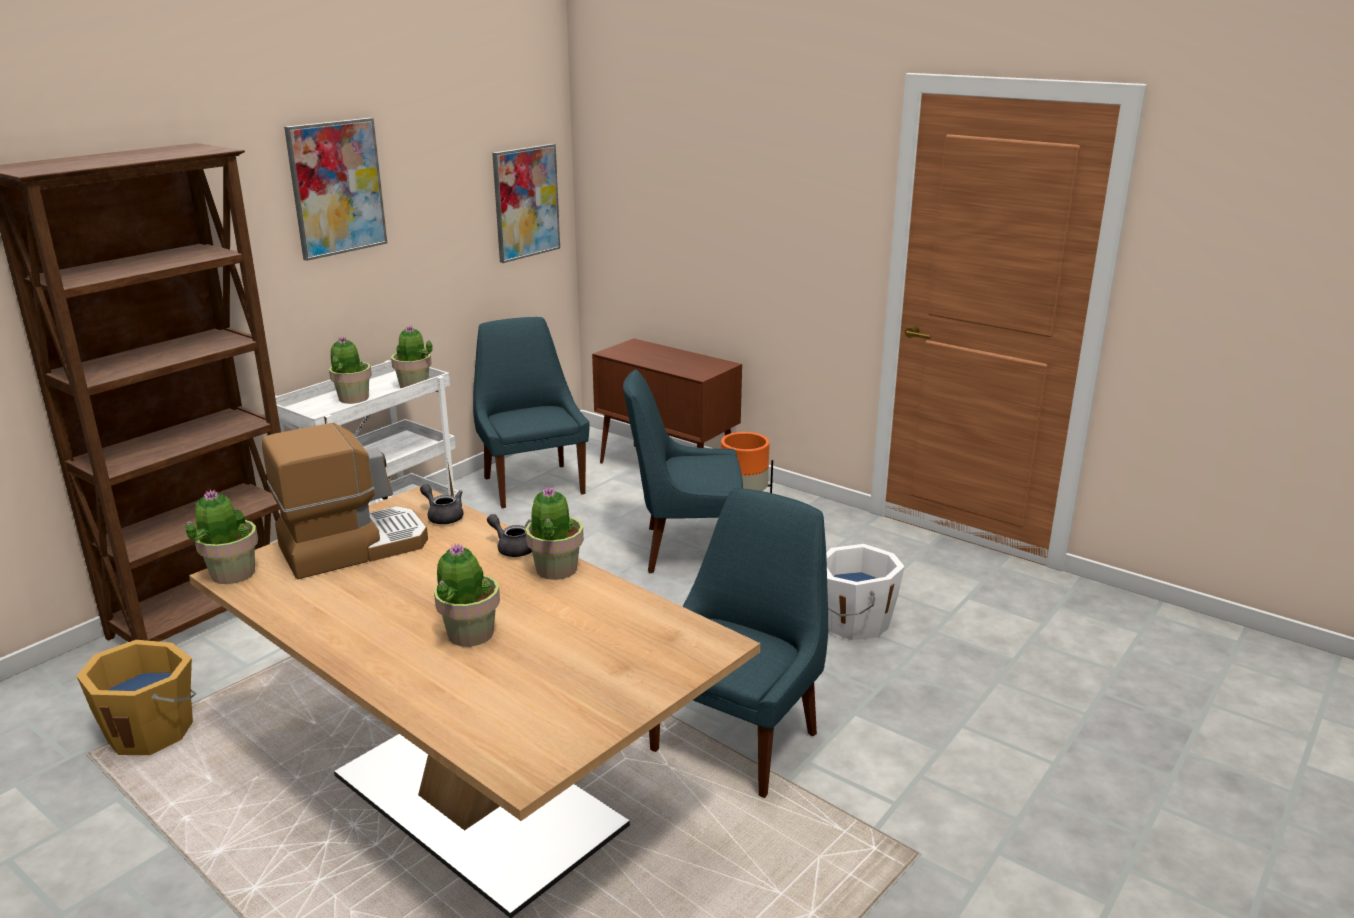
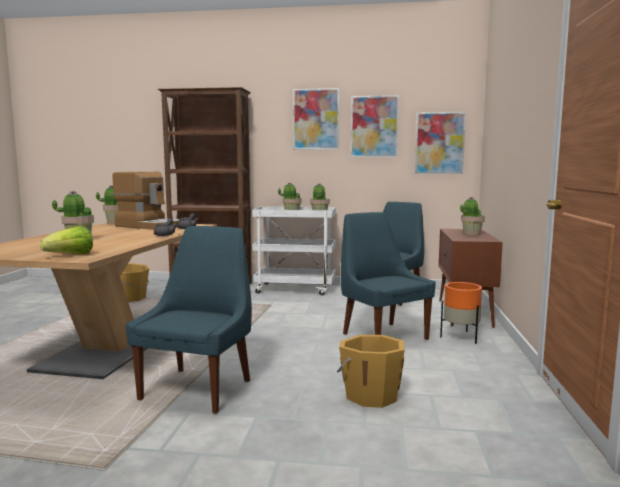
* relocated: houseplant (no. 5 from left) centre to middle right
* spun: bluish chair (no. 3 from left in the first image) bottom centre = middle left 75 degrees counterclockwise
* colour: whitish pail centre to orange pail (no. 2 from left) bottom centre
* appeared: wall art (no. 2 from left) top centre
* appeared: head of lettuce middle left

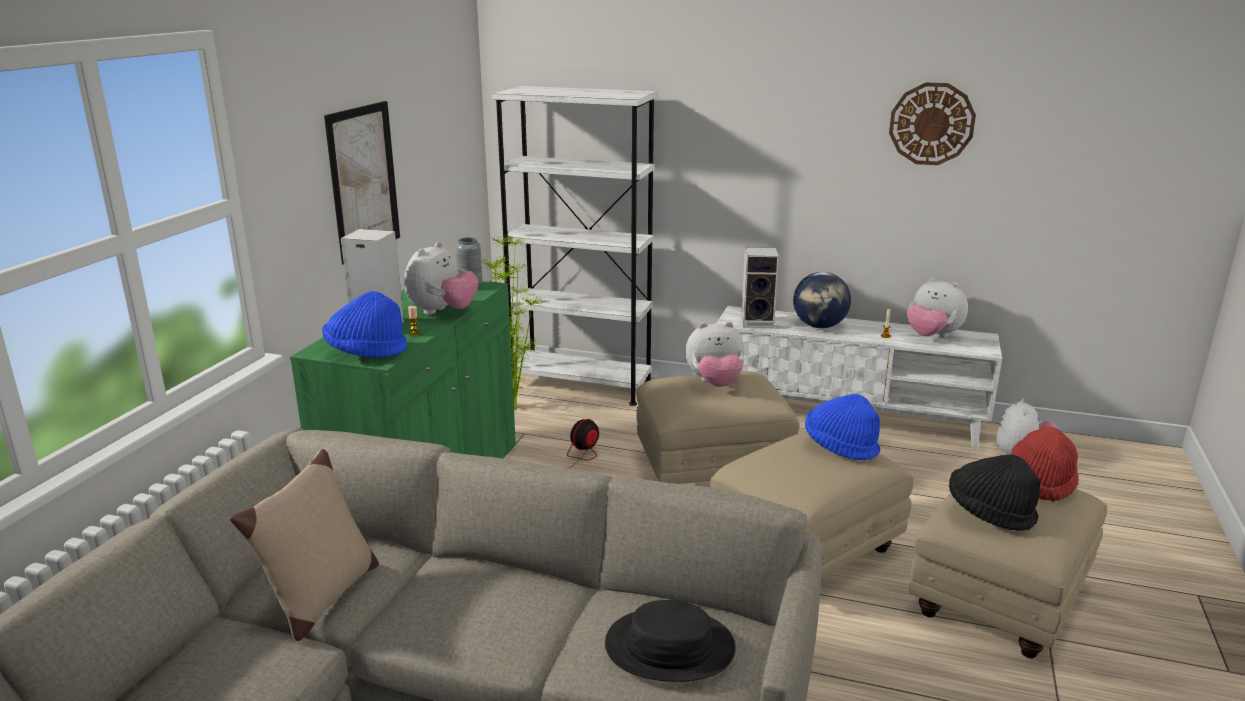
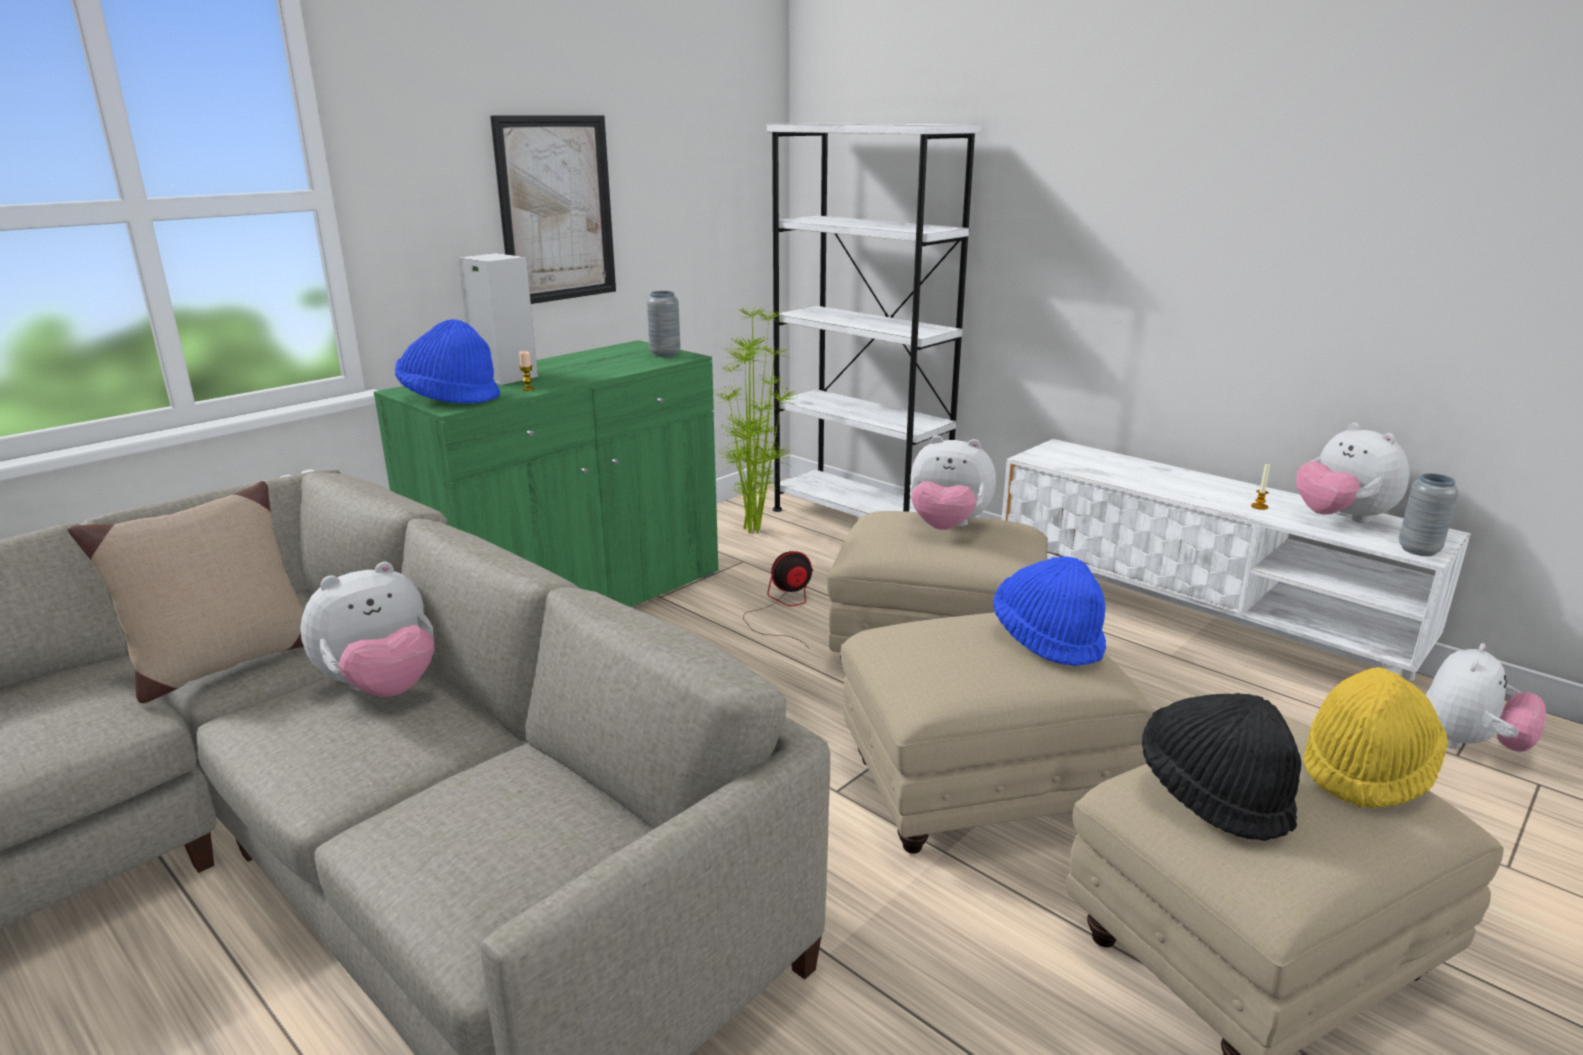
* missing: wall clock top right
* relocated: soft toy (no. 1 from left) centre to middle left
* missing: speaker (no. 2 from left) centre
* missing: world globe centre
* colour: red clothing hat middle right to yellow clothing hat bottom right
* missing: black clothing hat (no. 1 from left) bottom centre
* appeared: gray flower vase (no. 2 from left) middle right

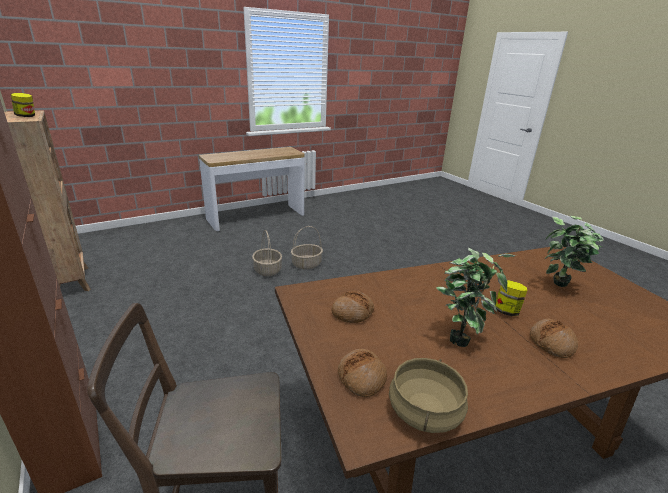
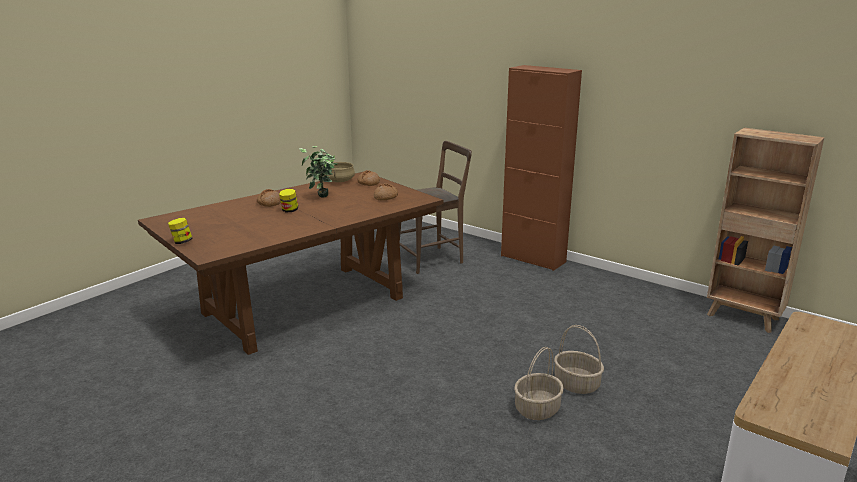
* relocated: preserve jar (no. 1 from left) top left to middle left
* missing: houseplant (no. 2 from left) middle right

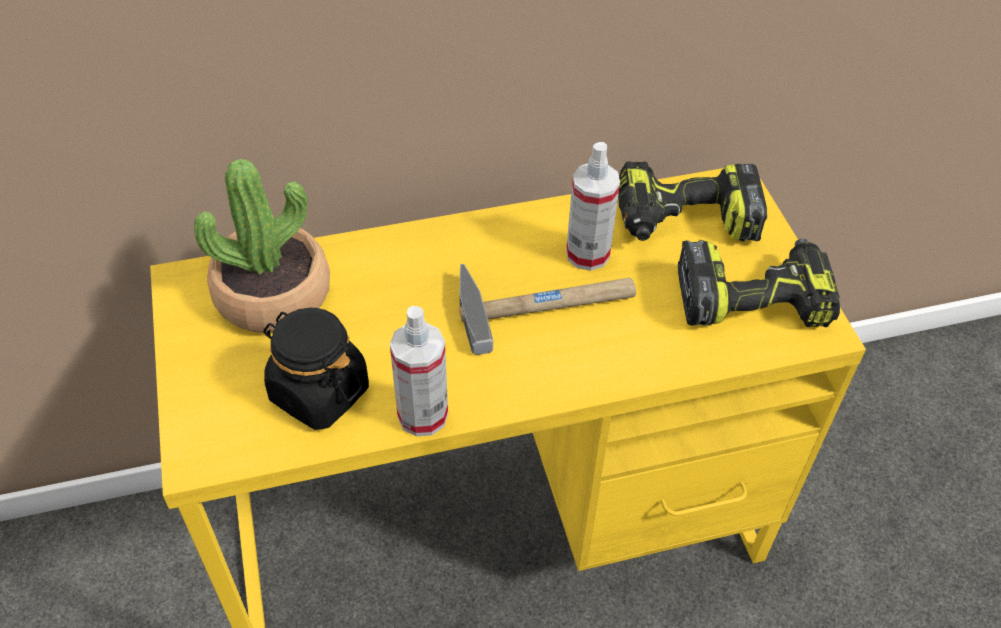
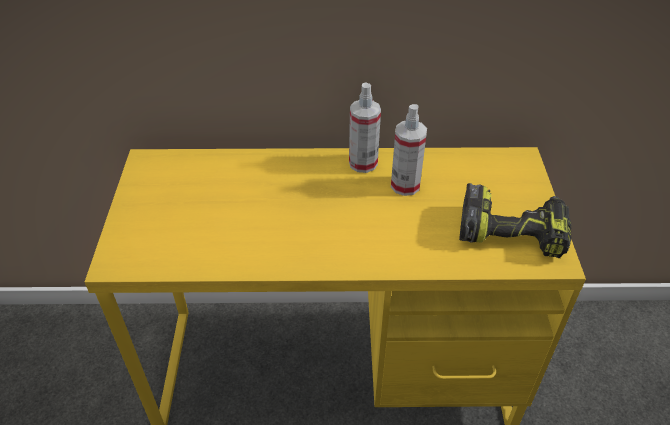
* missing: houseplant middle left
* missing: drill (no. 1 from left) top right
* missing: hammer centre
* relocated: hand sprayer (no. 1 from left) centre to top centre
* missing: black preserve jar middle left

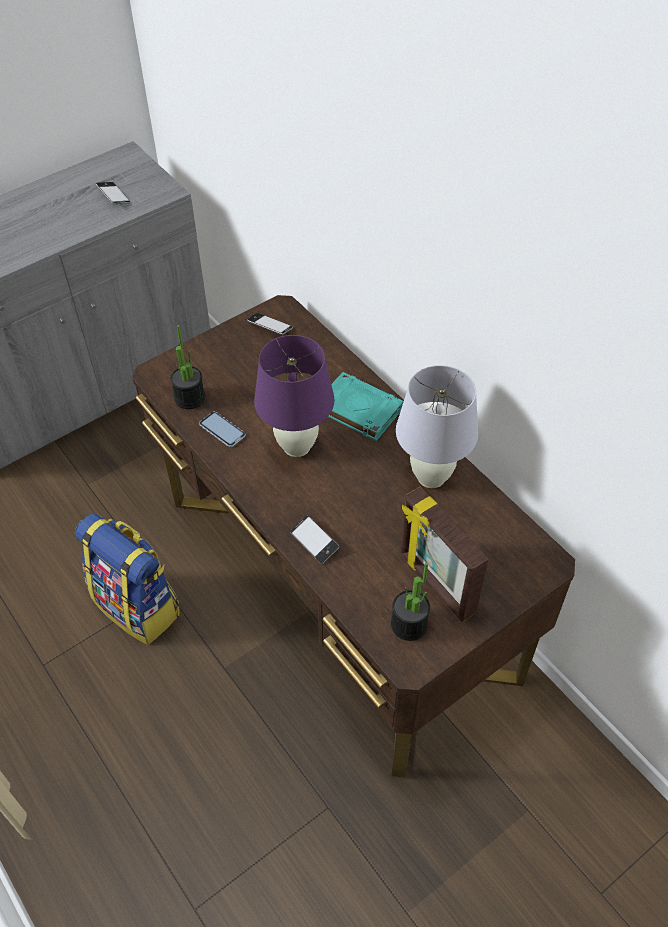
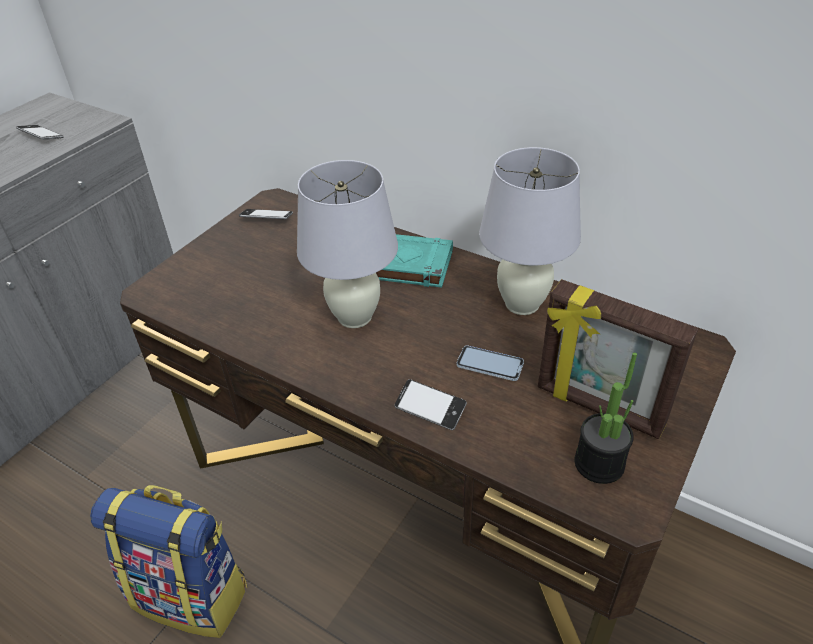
* missing: houseplant (no. 1 from left) middle left
* colour: purple-coloured tabletop lamp centre to whitish tabletop lamp (no. 1 from left) centre
* relocated: handset (no. 2 from left in the first image) middle left to handset (no. 4 from left) centre

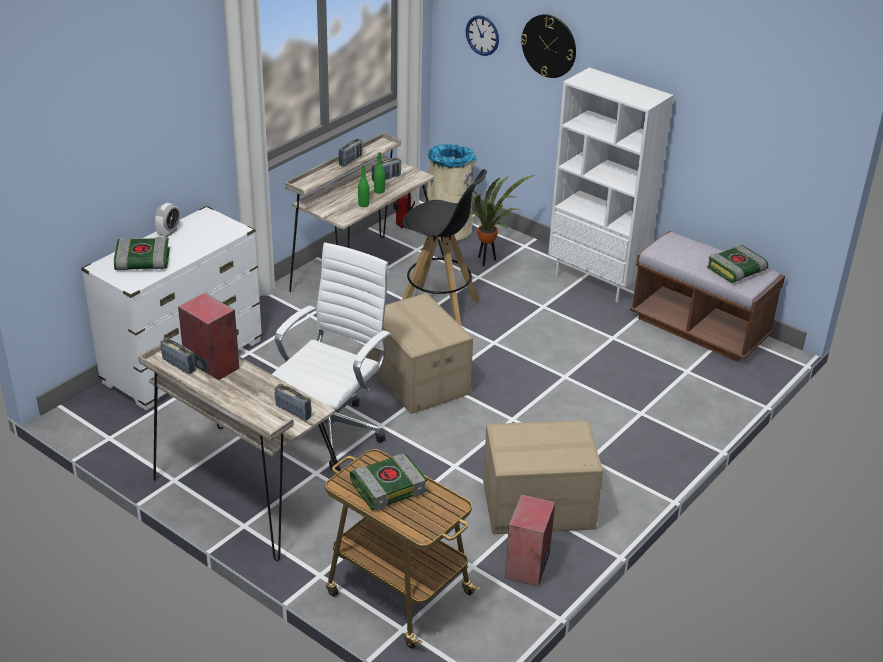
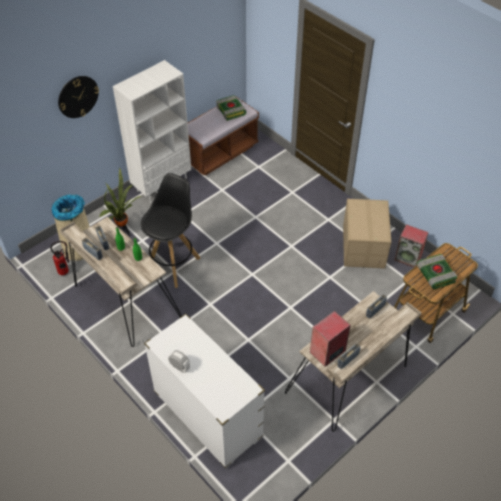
* missing: wall clock (no. 1 from left) top centre
* missing: volume (no. 1 from left) middle left
* missing: whitish office chair centre
* missing: cardboard box (no. 1 from left) centre

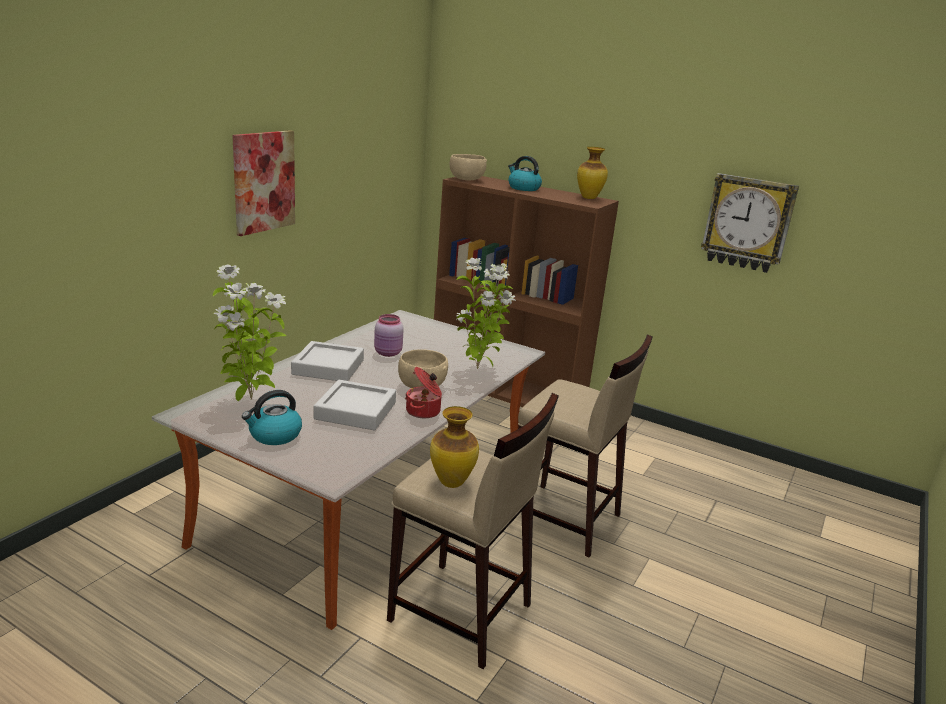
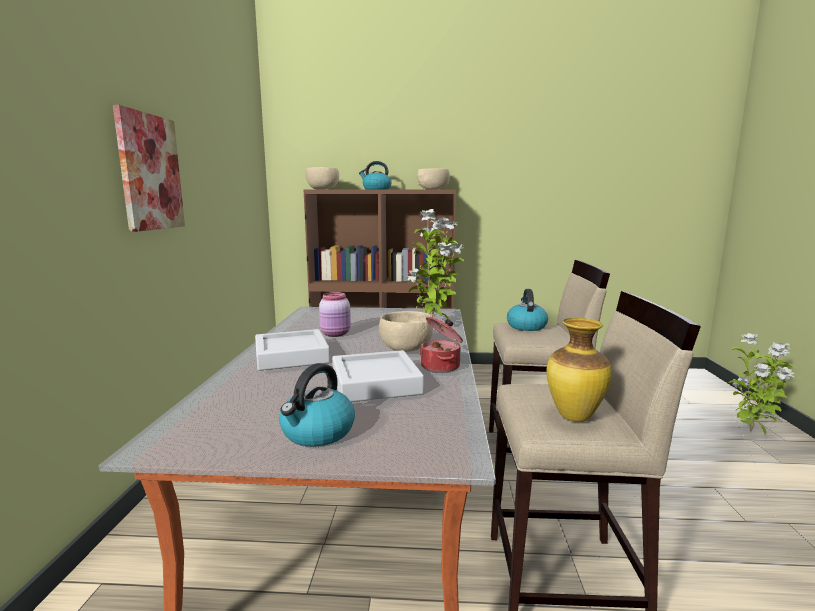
* exchanged: flower vase (no. 2 from left) top centre to sand-coloured serving bowl (no. 3 from left) top centre
* missing: wall clock top right
* relocated: houseplant (no. 1 from left in the first image) middle left to houseplant (no. 2 from left) middle right
* appeared: kettle (no. 3 from left) centre

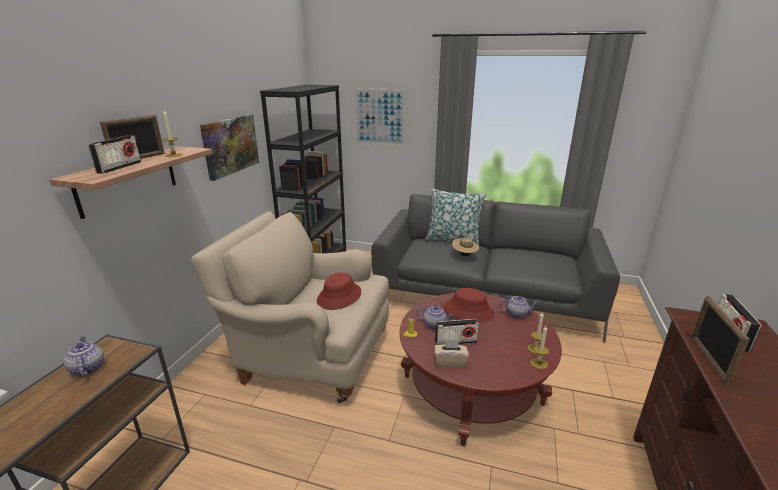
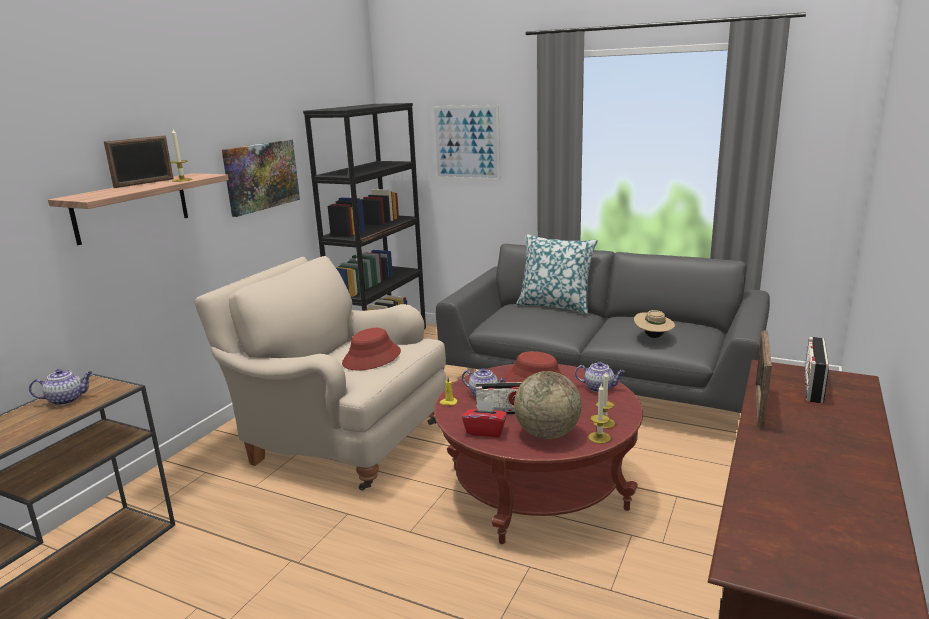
* missing: radio receiver (no. 1 from left) top left
* relocated: sand-coloured clothing hat centre to middle right
* spun: pot for tea (no. 1 from left) bottom left = middle left 90 degrees clockwise
* colour: sand-coloured box of tissues bottom centre to red box of tissues bottom centre
* appeared: world globe centre

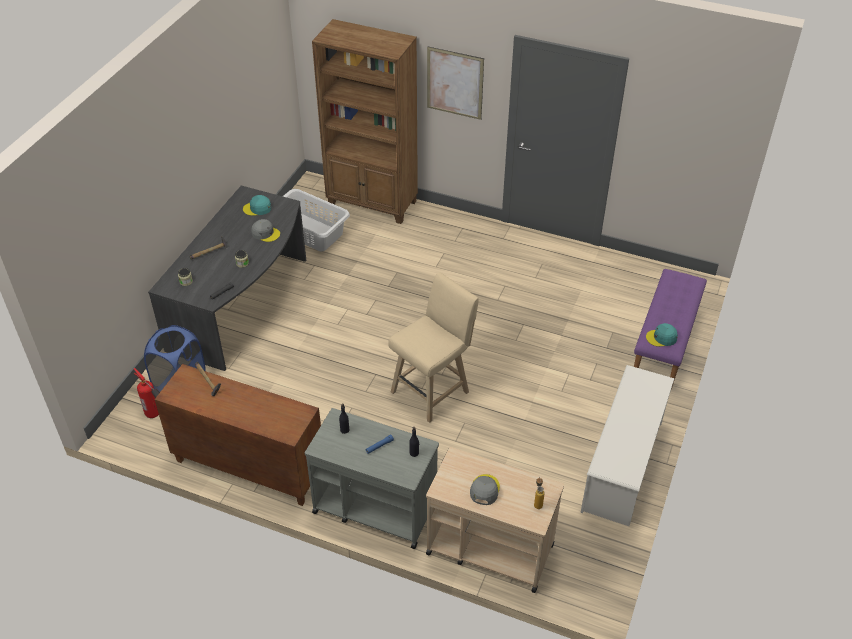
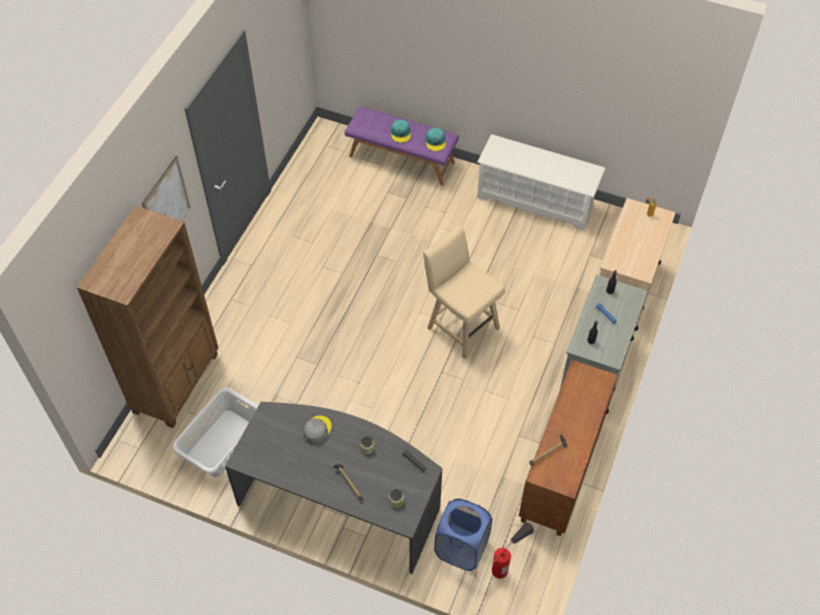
* relocated: turquoise-coloured peaked cap (no. 1 from left) top left to top centre
* missing: gray peaked cap (no. 2 from left) bottom centre

